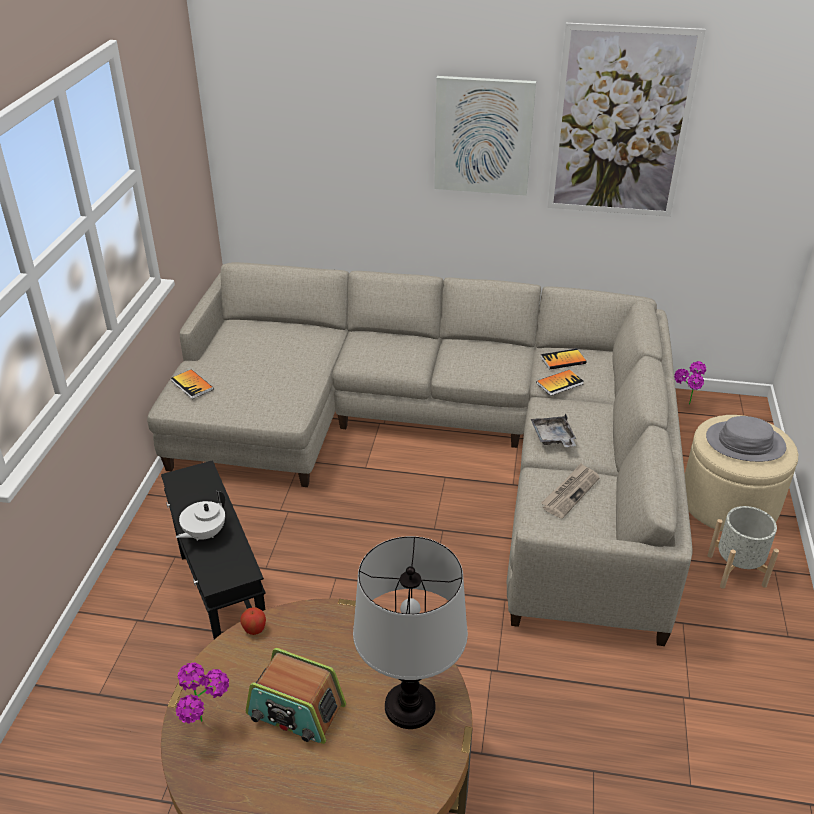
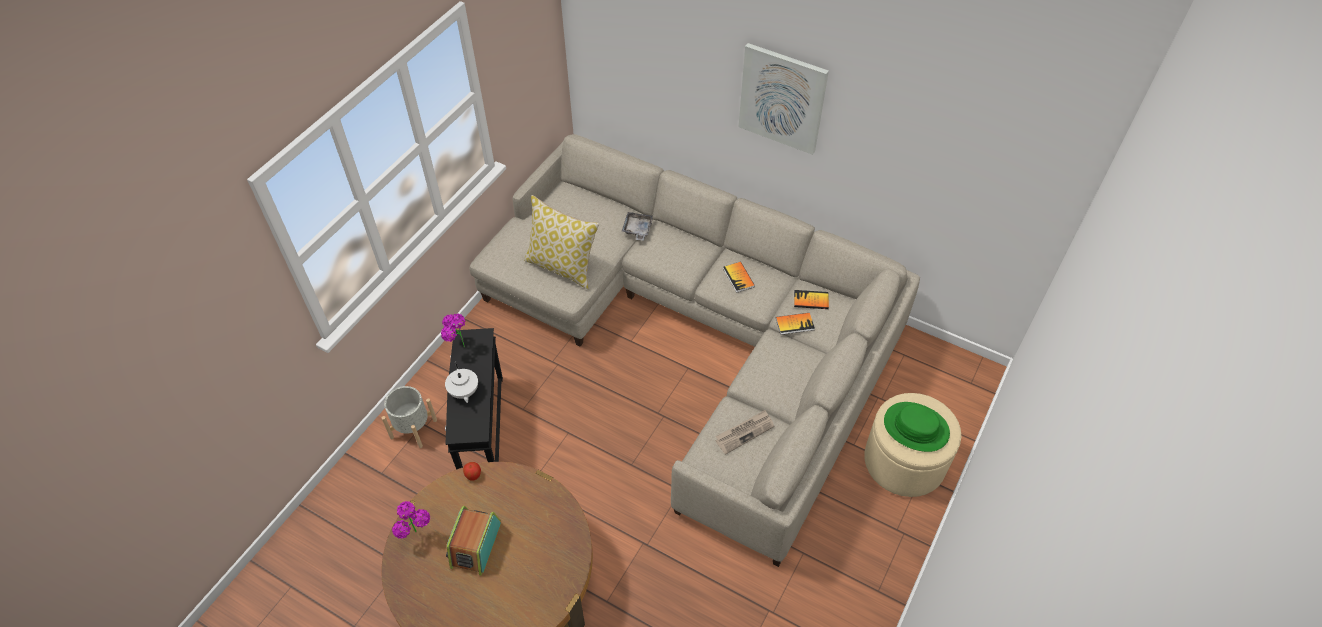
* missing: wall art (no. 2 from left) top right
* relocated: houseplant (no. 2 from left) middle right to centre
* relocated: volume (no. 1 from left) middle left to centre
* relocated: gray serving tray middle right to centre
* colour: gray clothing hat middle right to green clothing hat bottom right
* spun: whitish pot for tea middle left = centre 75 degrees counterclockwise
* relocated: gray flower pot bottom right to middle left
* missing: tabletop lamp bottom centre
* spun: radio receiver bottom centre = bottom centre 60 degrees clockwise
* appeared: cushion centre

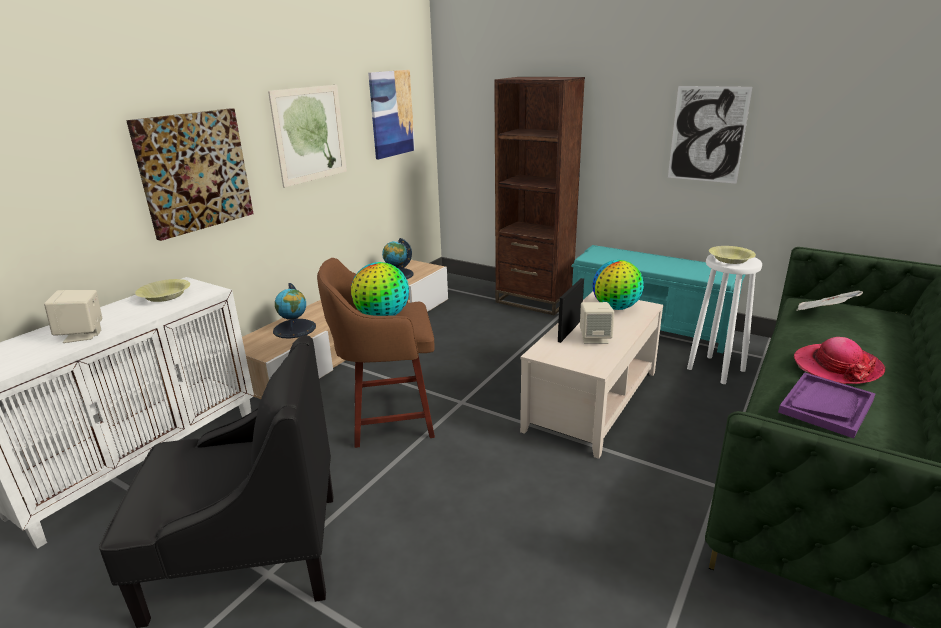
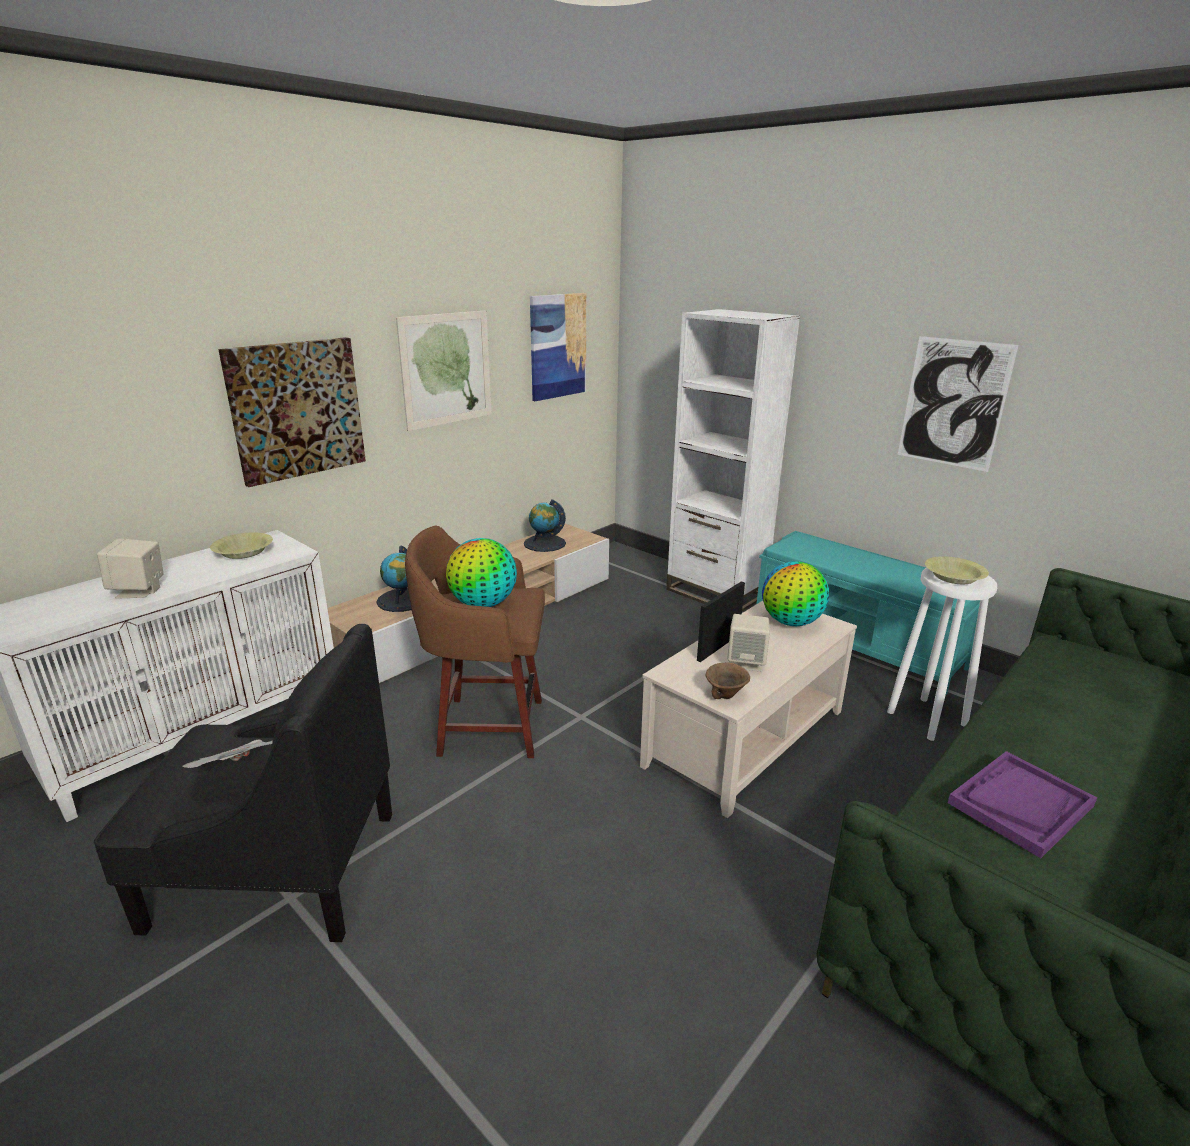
* colour: brown shelving unit top centre to whitish shelving unit centre
* relocated: daily paper middle right to middle left
* missing: clothing hat middle right
* appeared: brown serving bowl centre

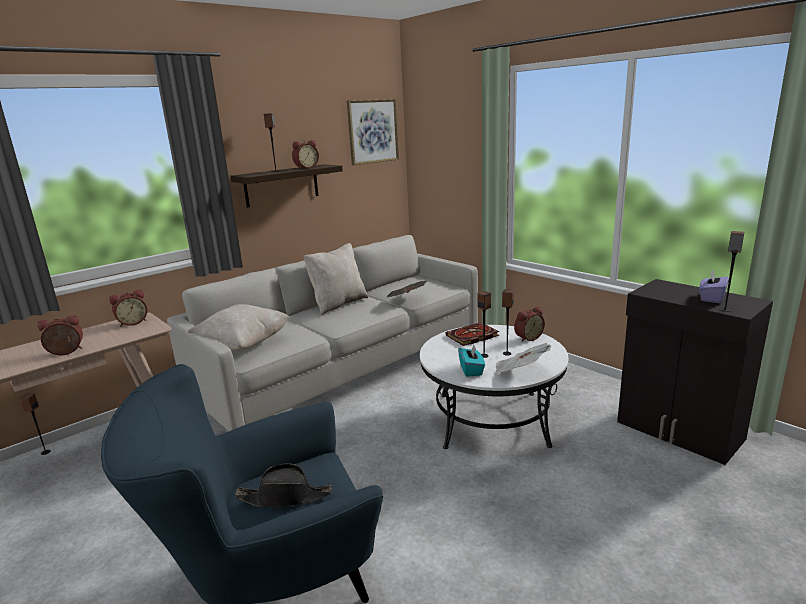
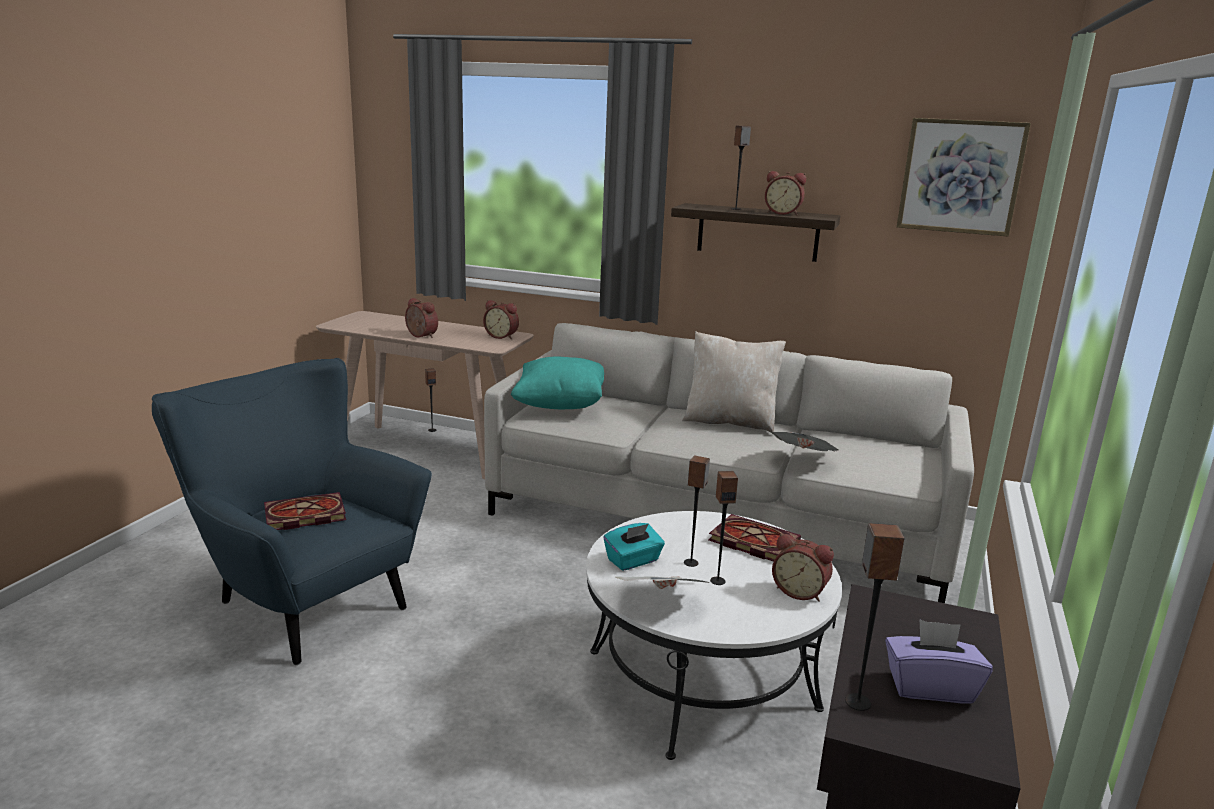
* colour: sand-coloured cushion (no. 1 from left) middle left to turquoise-coloured cushion centre
* exchanged: black clothing hat bottom centre to volume (no. 1 from left) middle left

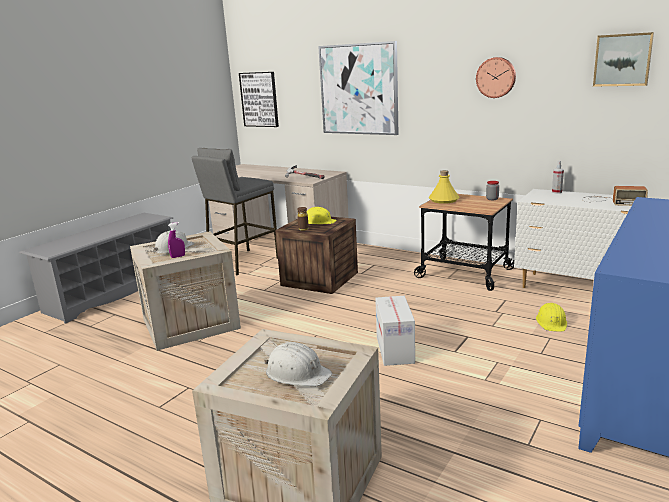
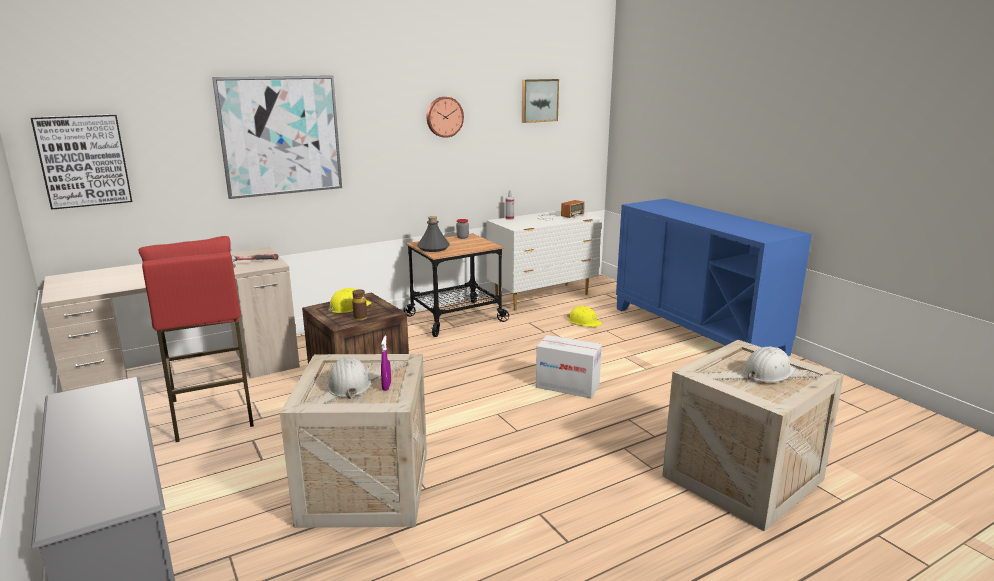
* colour: gray sitting stool centre to red sitting stool middle left
* colour: yellow bottle centre to gray bottle centre

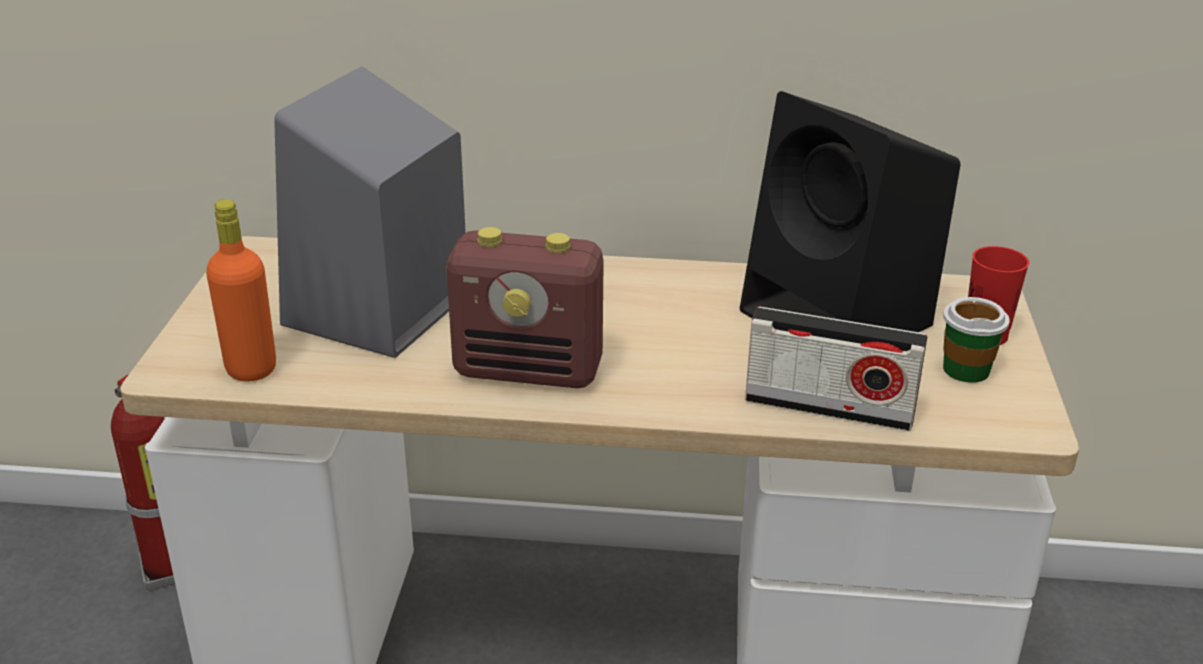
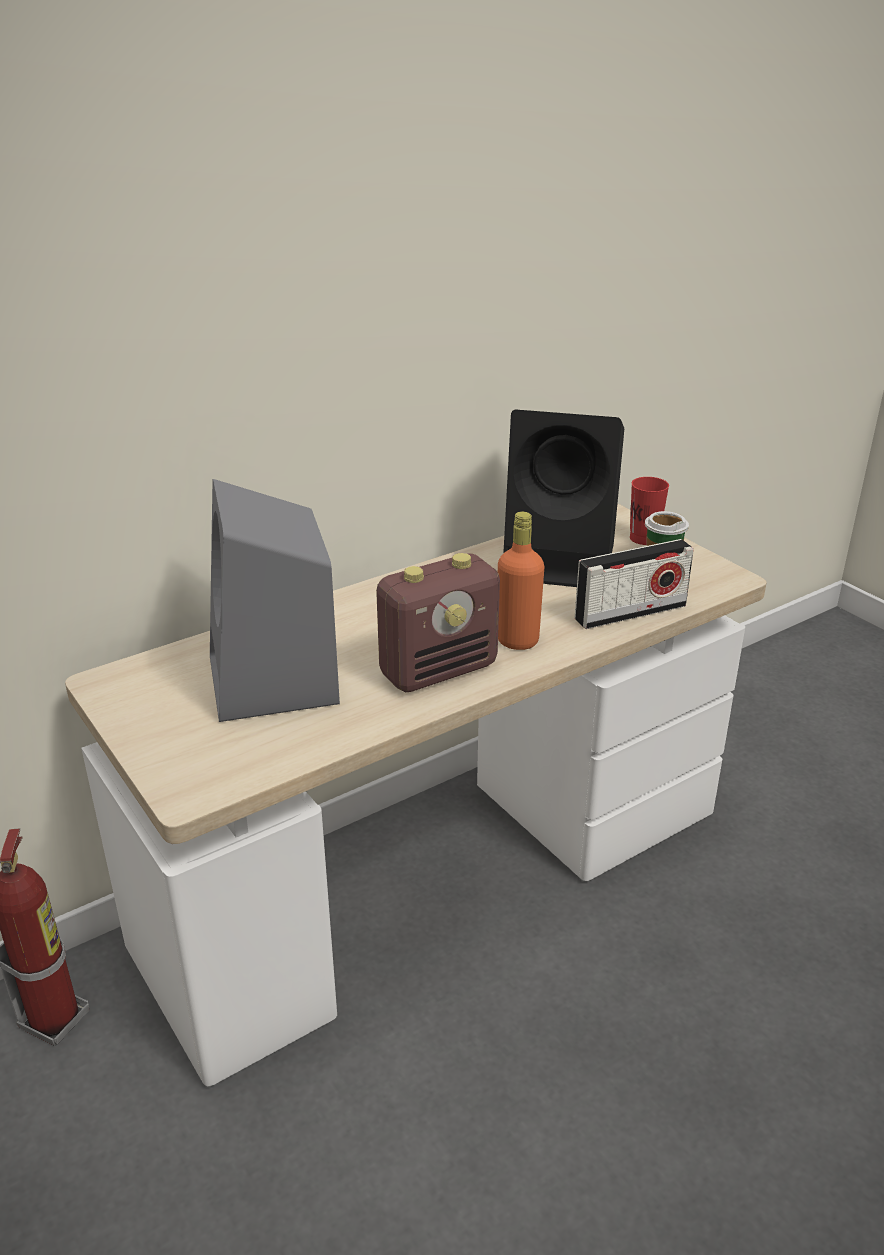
* relocated: orange bottle middle left to centre

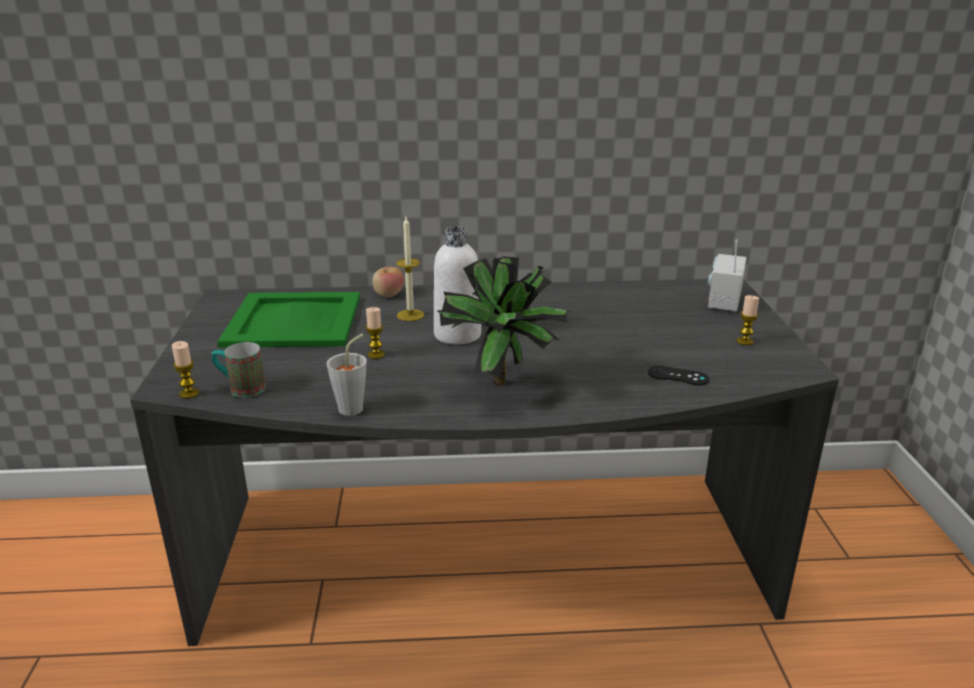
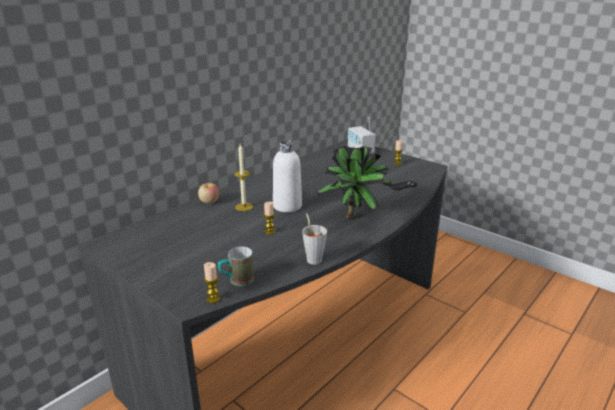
* missing: green serving tray middle left

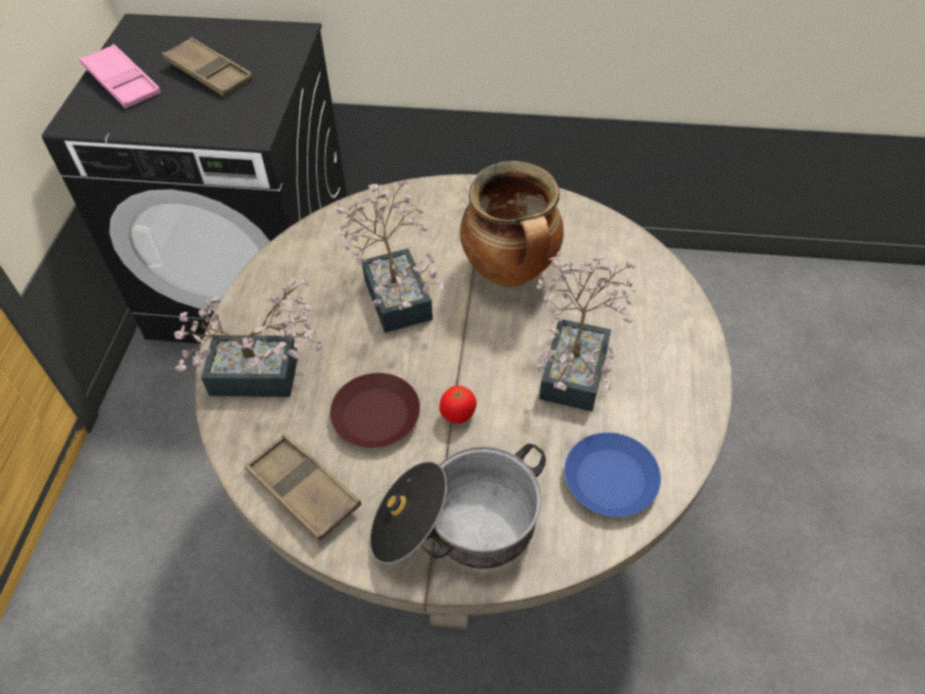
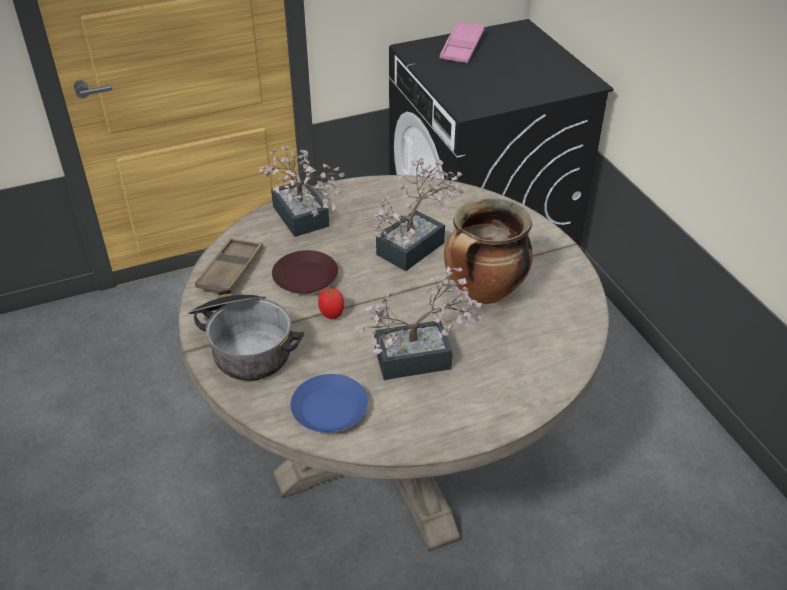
* missing: brown serving tray (no. 1 from left) top left

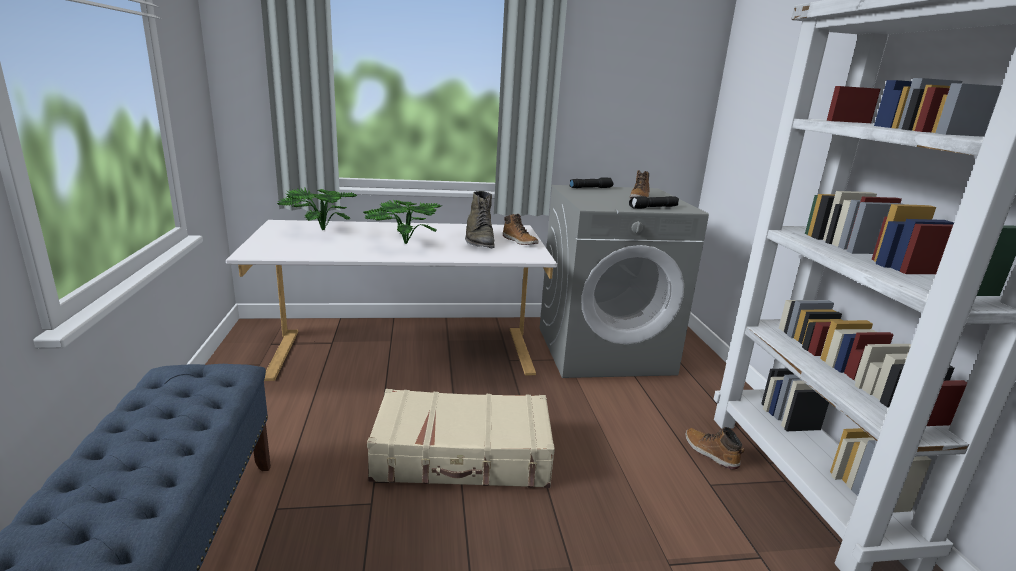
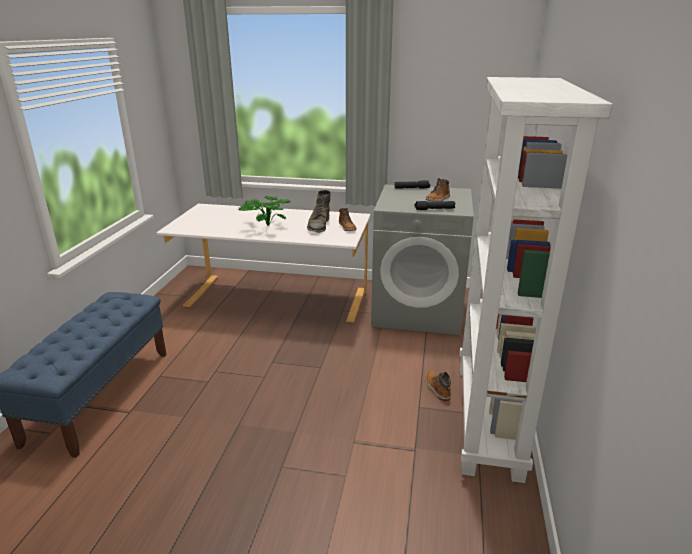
* missing: houseplant (no. 1 from left) middle left
* missing: sand-coloured suitcase bottom centre

